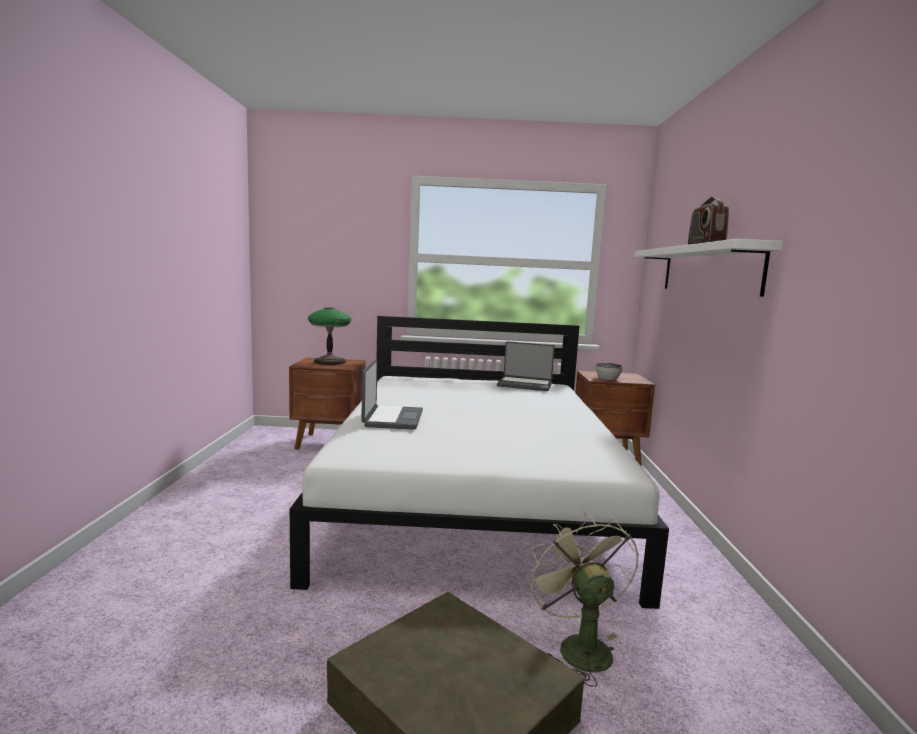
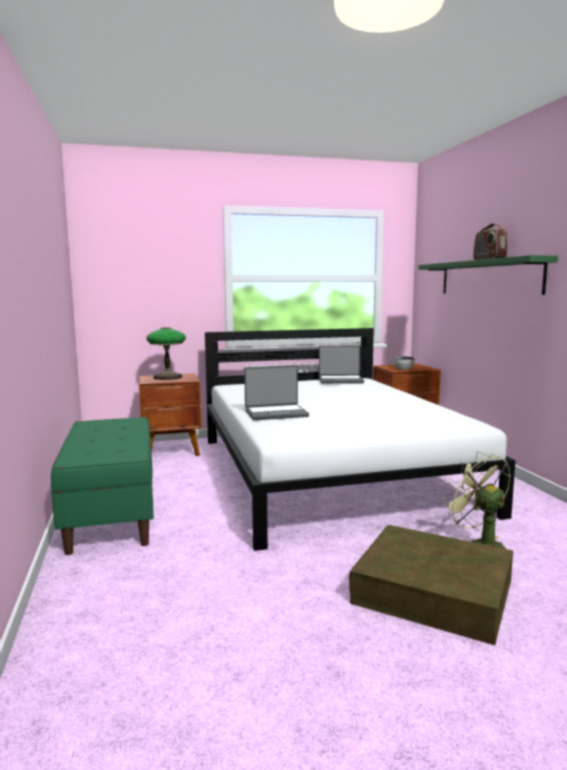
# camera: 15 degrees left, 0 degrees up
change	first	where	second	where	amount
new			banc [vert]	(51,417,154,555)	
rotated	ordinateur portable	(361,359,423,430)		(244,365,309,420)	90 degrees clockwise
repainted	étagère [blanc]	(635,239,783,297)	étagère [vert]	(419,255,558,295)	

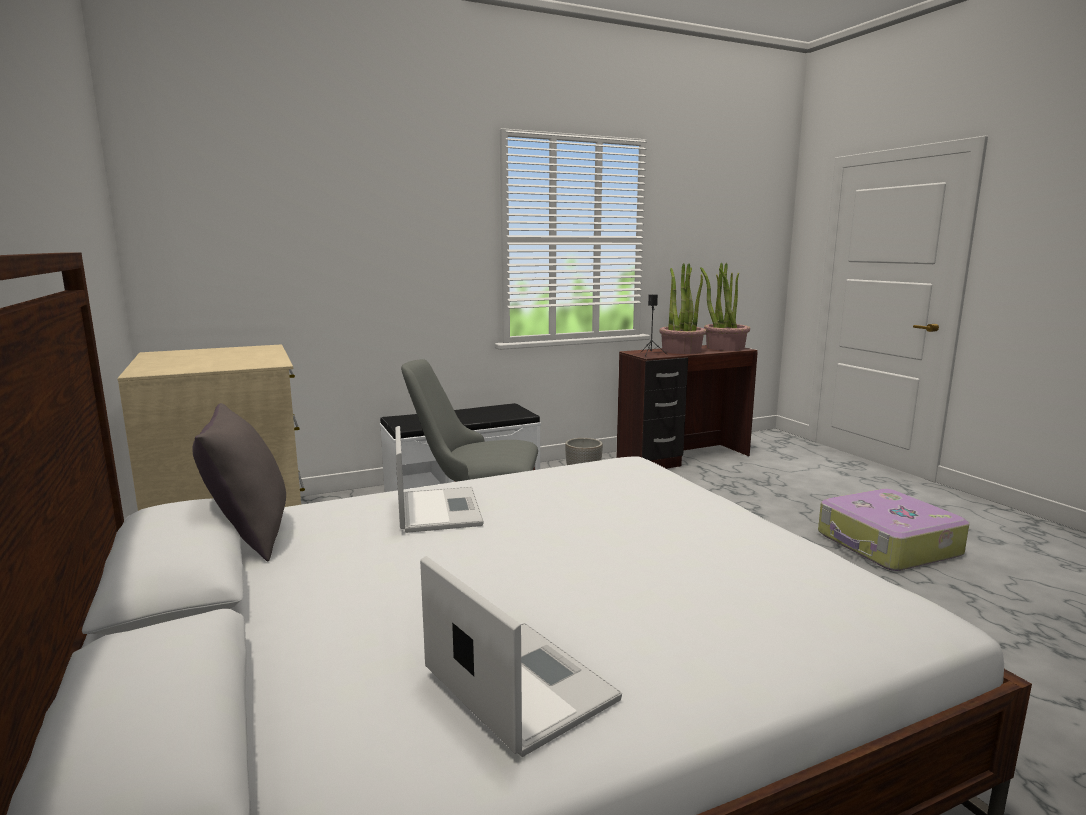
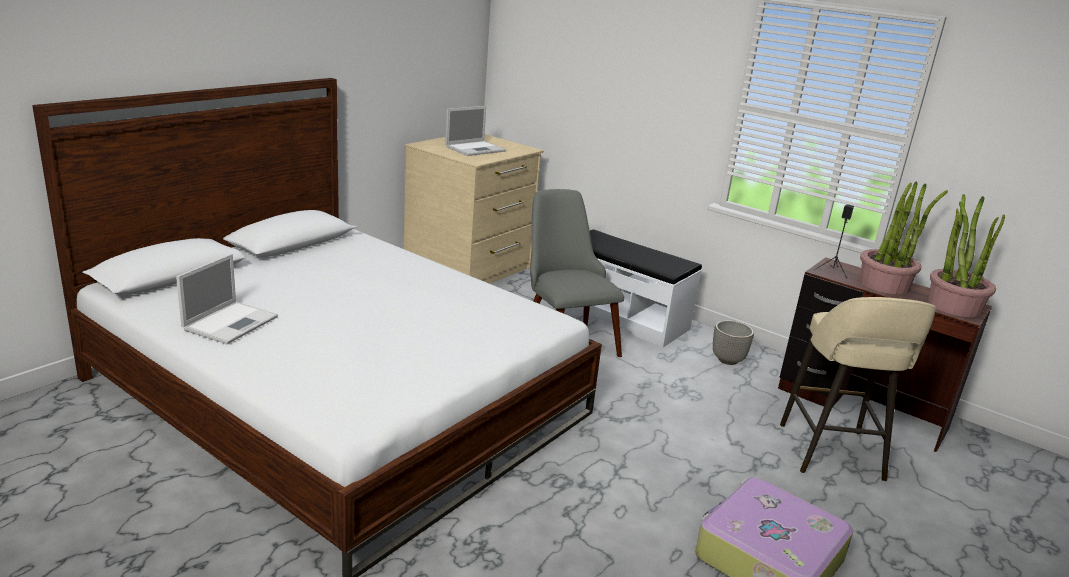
# camera: 60 degrees right, 10 degrees up
change	first	where	second	where	amount
shifted	ordinateur portable	(395,426,484,533)		(445,106,506,156)	
new			tabouret [beige]	(780,297,936,481)	
gone	coussin [gris]	(192,403,286,562)			

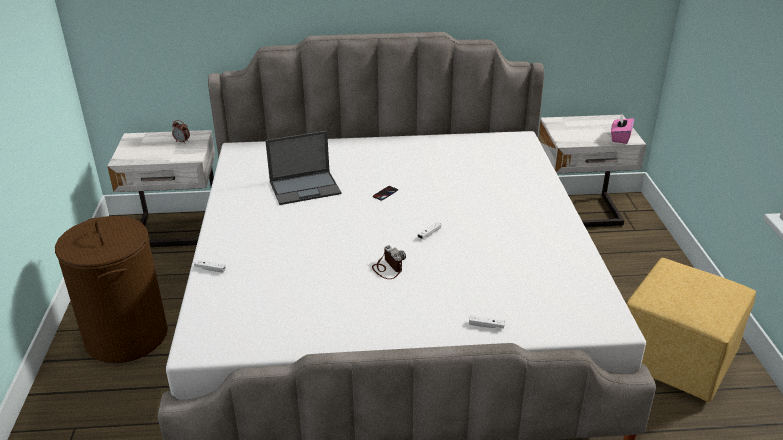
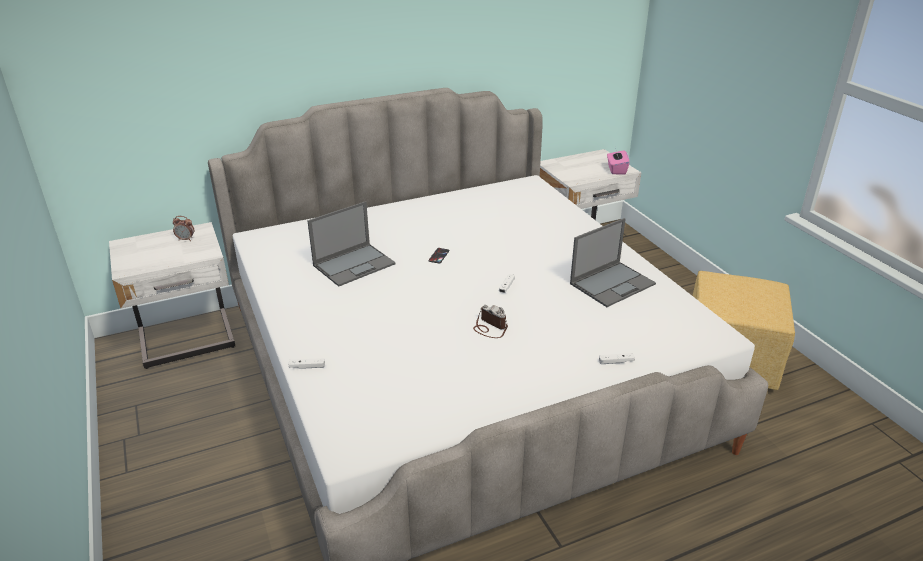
# camera: 20 degrees left, 0 degrees up
change	first	where	second	where	amount
new			ordinateur portable	(570,218,656,307)	
gone	panier à linge [marron]	(55,216,168,363)			

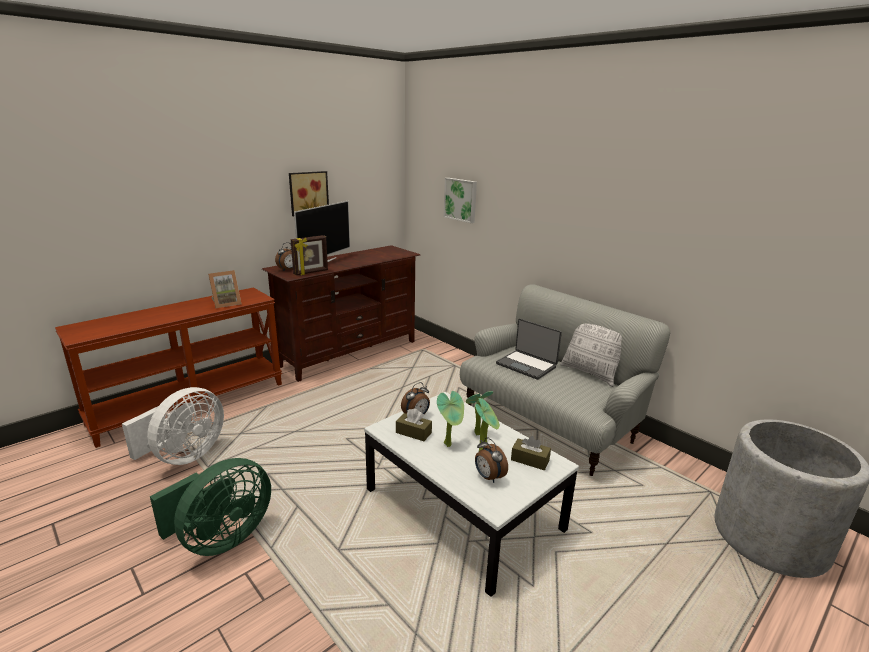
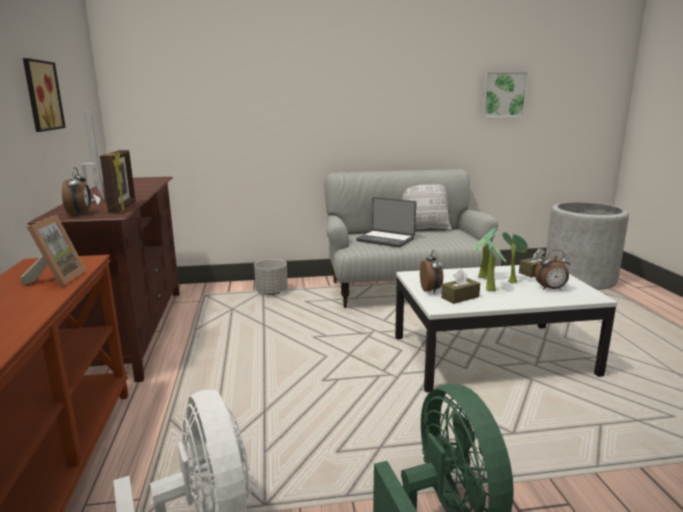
# camera: 55 degrees left, 5 degrees down
change	first	where	second	where	amount
new			cache-pot [gris]	(254,259,288,295)	
rotated	ordinateur portable	(496,319,562,380)		(356,197,416,248)	45 degrees clockwise
shifted	tableau	(444,178,477,223)		(482,72,529,118)	

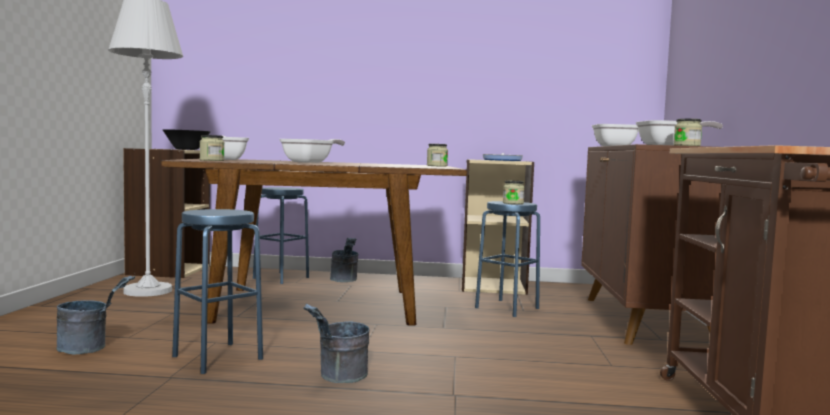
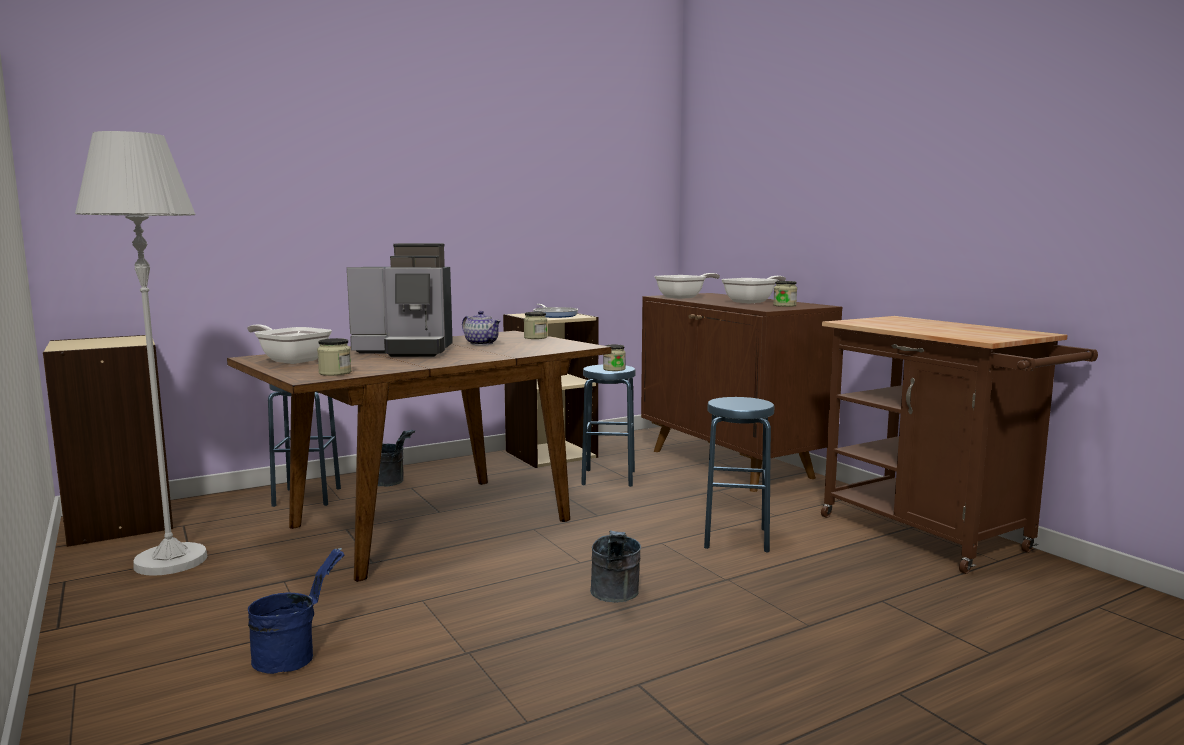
# camera: 35 degrees left, 5 degrees up
change	first	where	second	where	amount
repainted	seau [gris]	(56,276,135,355)	seau [bleu]	(248,548,345,674)	
swapped	poêle	(280,139,345,163)	machine à café	(347,243,453,357)	
new			théière	(462,311,501,345)	
shifted	tabouret [bleu]	(172,209,263,374)		(704,397,774,553)	
gone	bol [noir]	(163,129,211,150)			

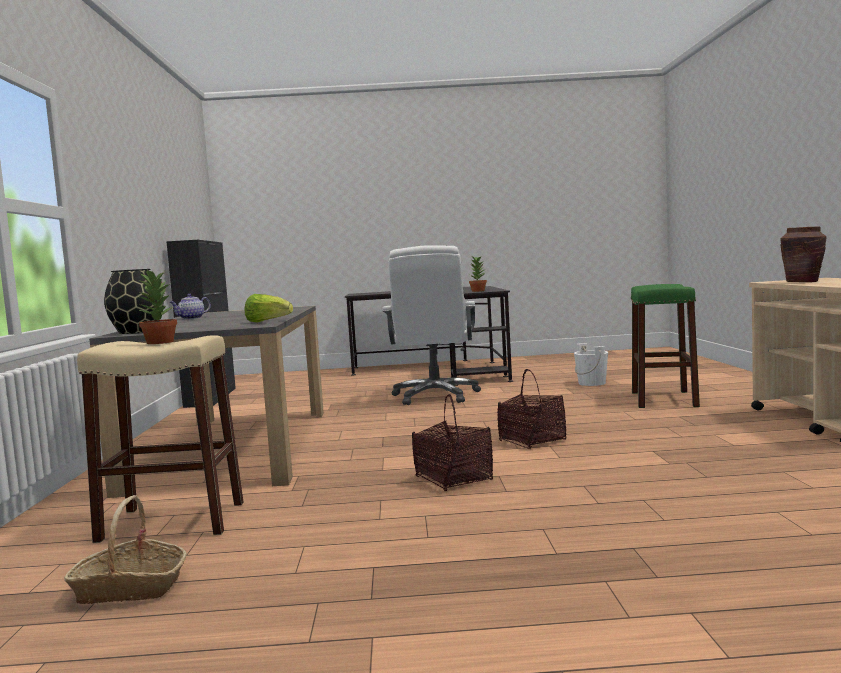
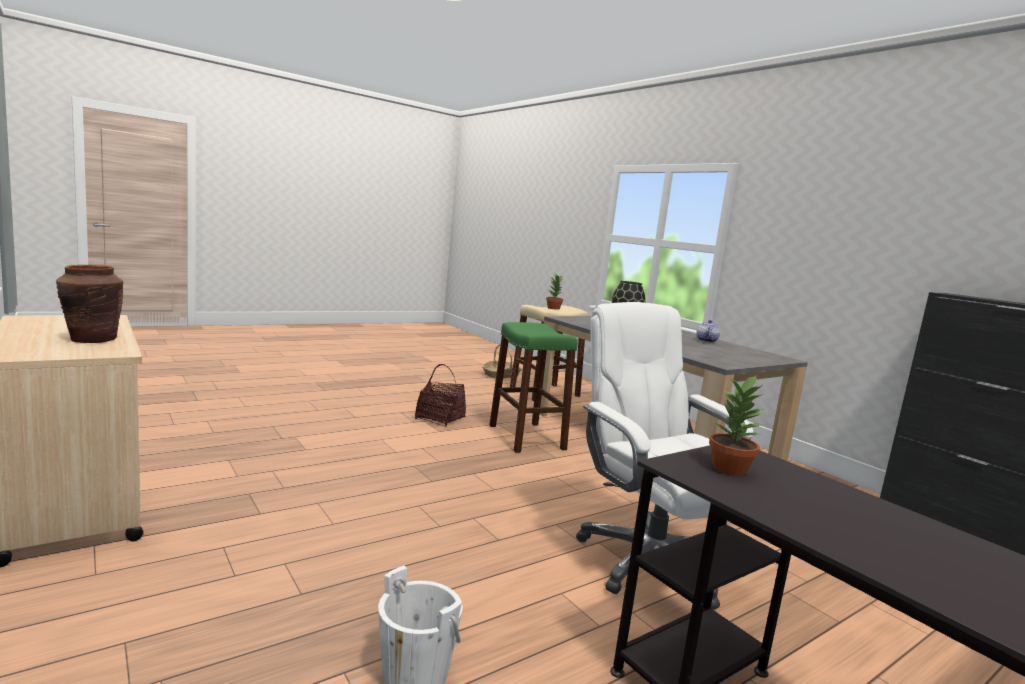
# camera: 145 degrees right, 5 degrees up
change	first	where	second	where	amount
shifted	tabouret [vert]	(631,284,700,408)		(490,322,578,453)	
gone	laitue	(245,294,293,322)			
gone	panier	(497,369,567,449)			

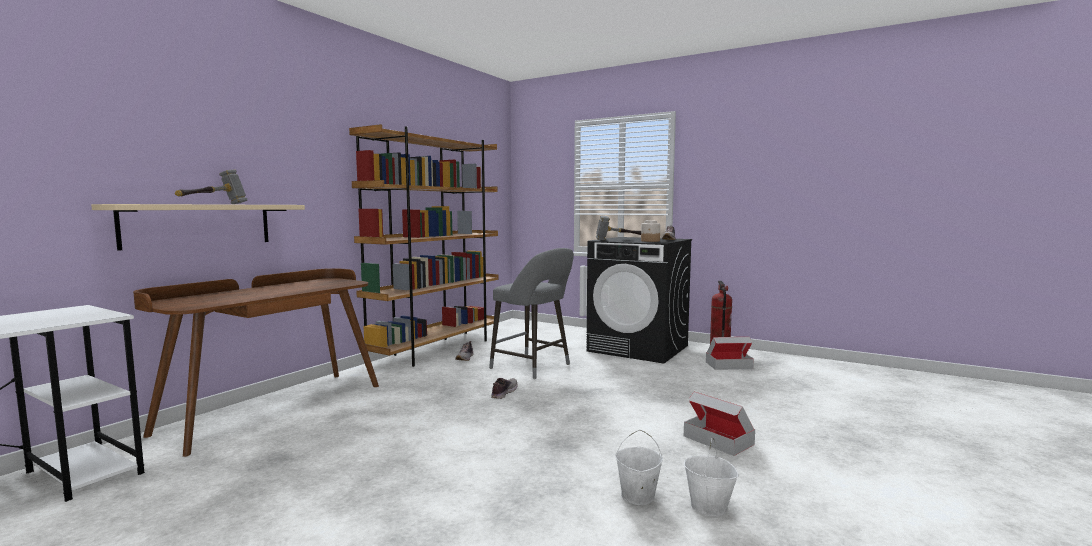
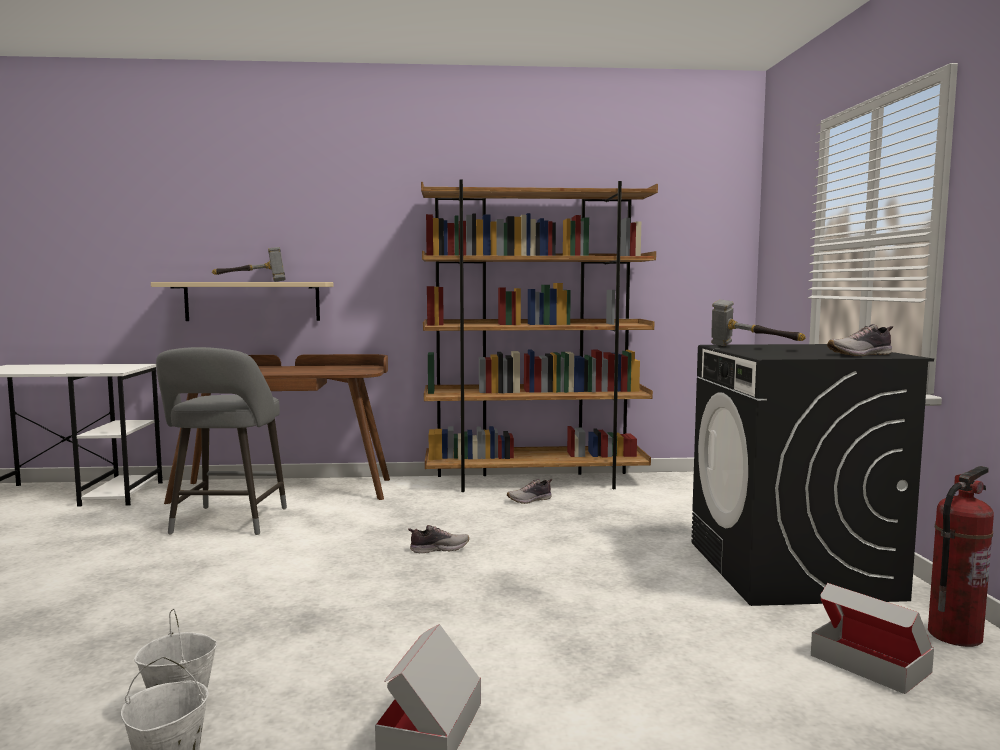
# camera: 55 degrees right, 0 degrees up
change	first	where	second	where	amount
shifted	tabouret [gris]	(489,248,574,379)		(156,347,287,535)	
gone	bocal	(641,221,660,242)			

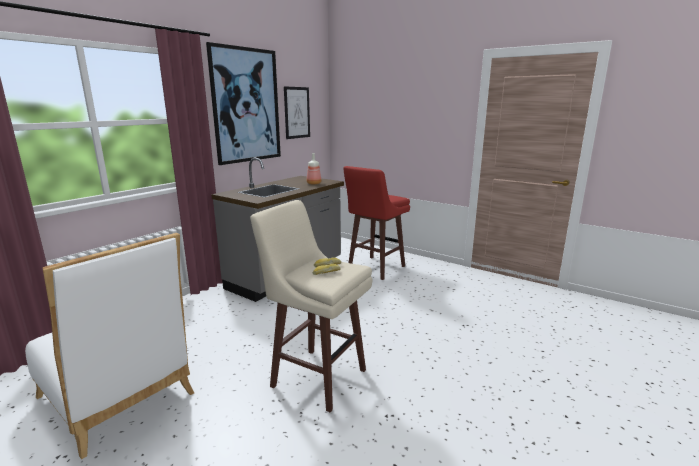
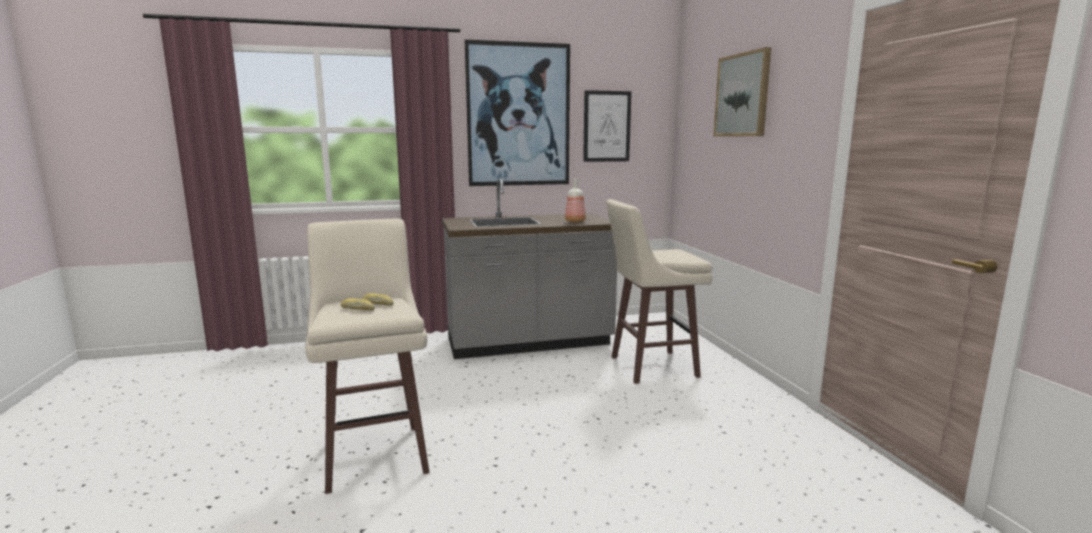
# camera: 40 degrees right, 5 degrees down
change	first	where	second	where	amount
repainted	tabouret [rouge]	(343,166,410,280)	tabouret [beige]	(606,199,712,384)	
new			tableau	(714,47,771,136)	
gone	chaise [blanc]	(25,233,194,459)			

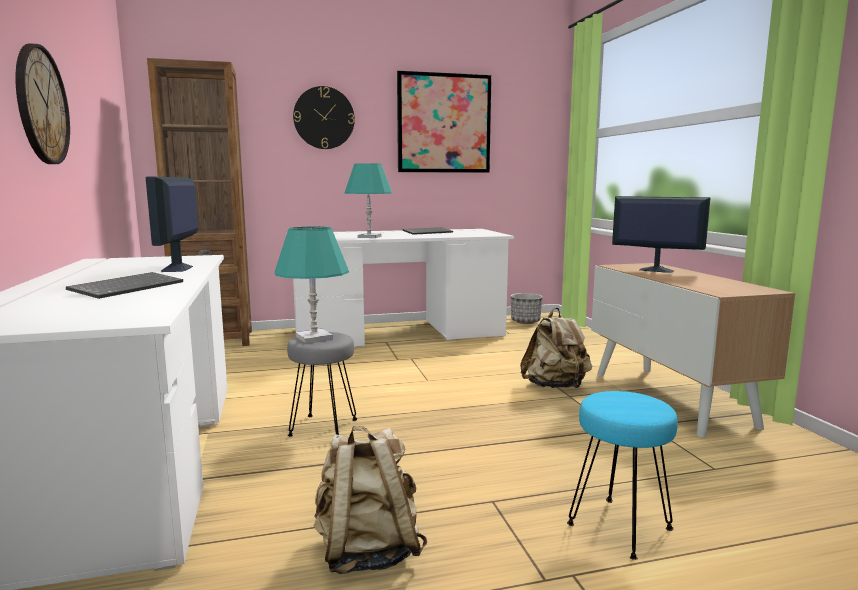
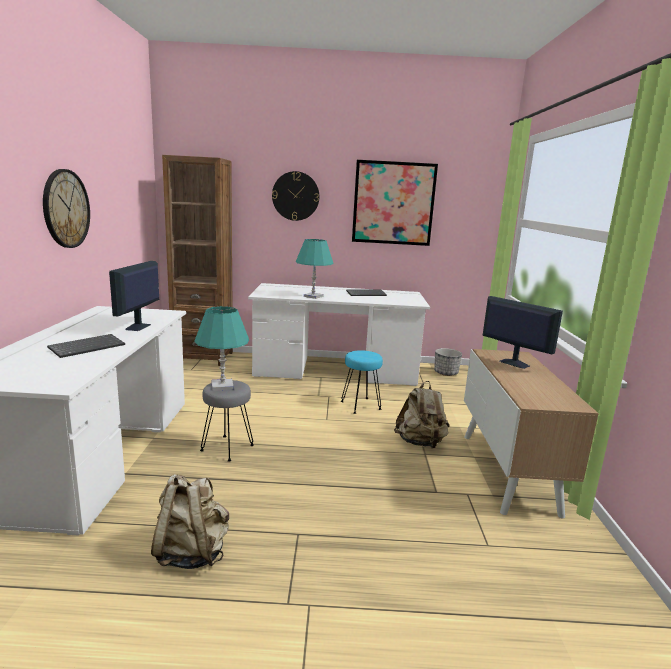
# camera: 15 degrees right, 5 degrees up
change	first	where	second	where	amount
shifted	tabouret [turquoise]	(567,391,678,560)		(341,350,383,414)	

